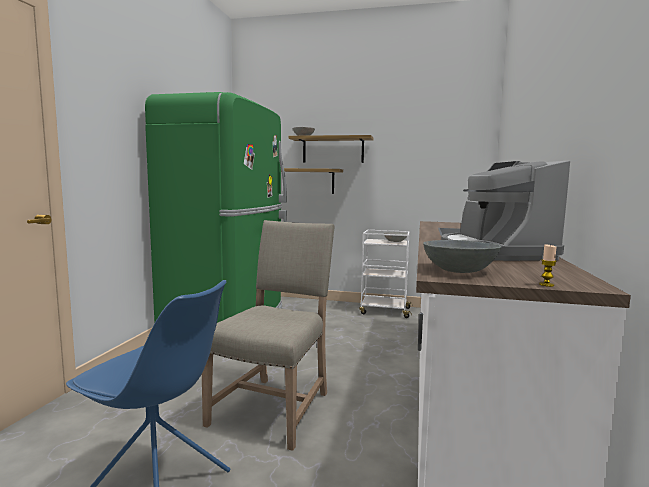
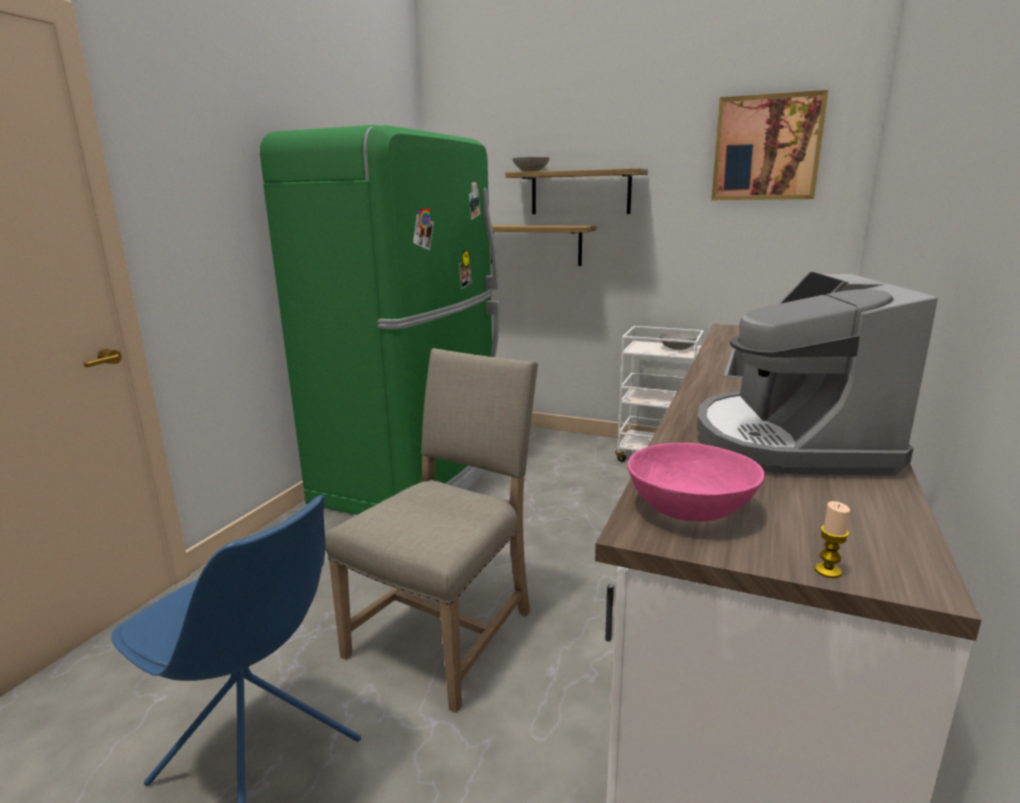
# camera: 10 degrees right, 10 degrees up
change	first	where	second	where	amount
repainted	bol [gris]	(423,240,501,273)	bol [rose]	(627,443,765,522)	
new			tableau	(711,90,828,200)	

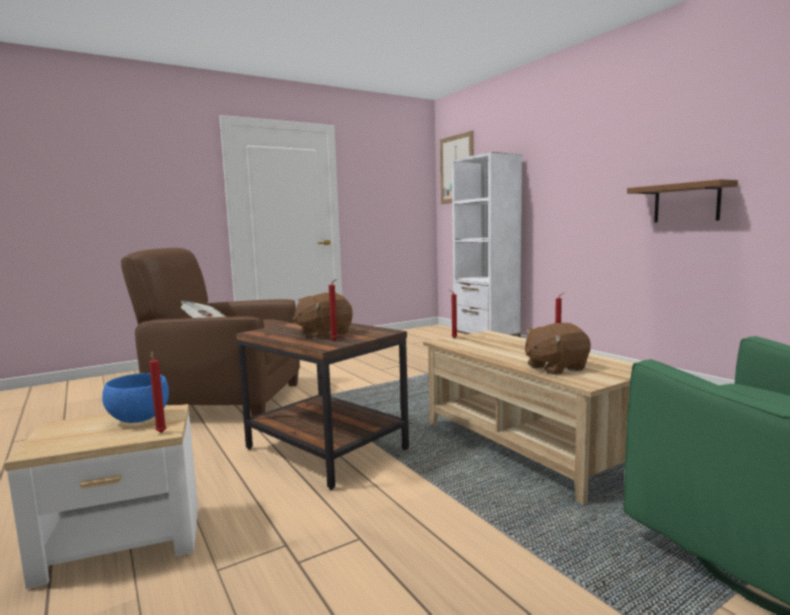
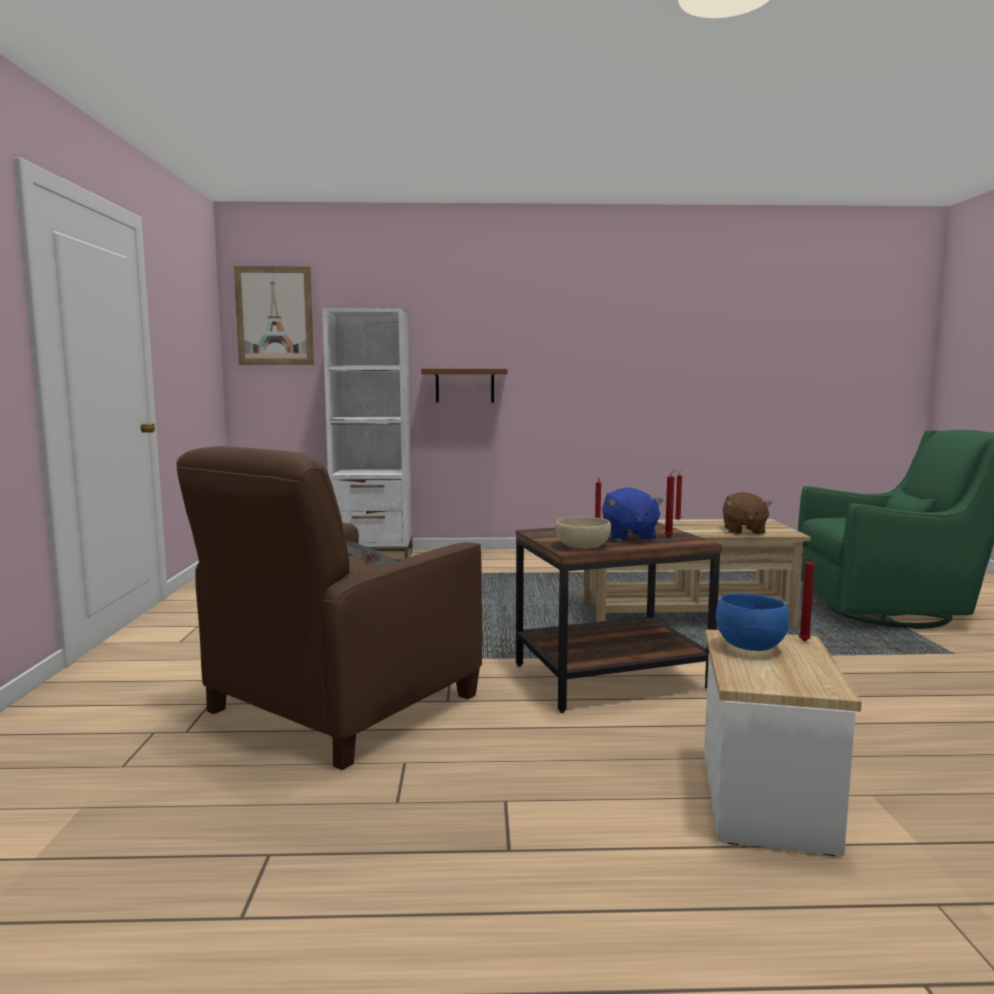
# camera: 60 degrees left, 0 degrees up
change	first	where	second	where	amount
shifted	étagère [marron]	(627,179,738,222)		(421,369,508,402)	
new			bol [beige]	(555,517,611,549)	
repainted	peluche [marron]	(293,293,353,339)	peluche [bleu]	(602,487,663,541)	

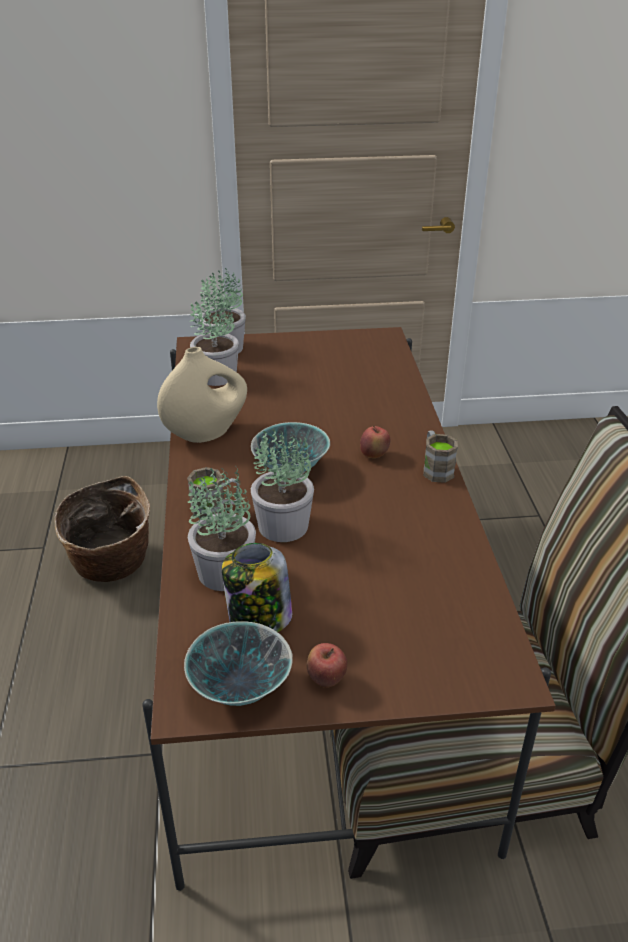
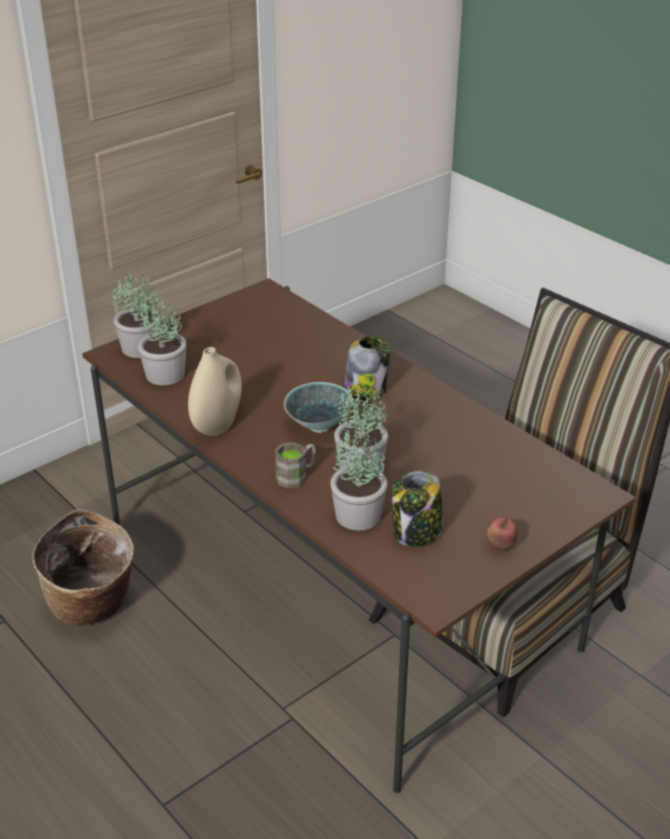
# camera: 35 degrees left, 0 degrees up
change	first	where	second	where	amount
swapped	pomme	(360,426,390,458)	bocal	(344,336,390,401)	
gone	bol	(184,621,293,706)			
gone	mug [marron]	(423,430,458,483)			

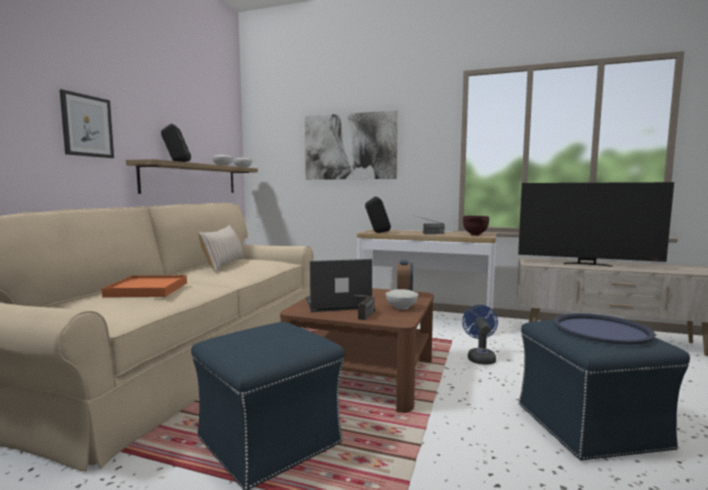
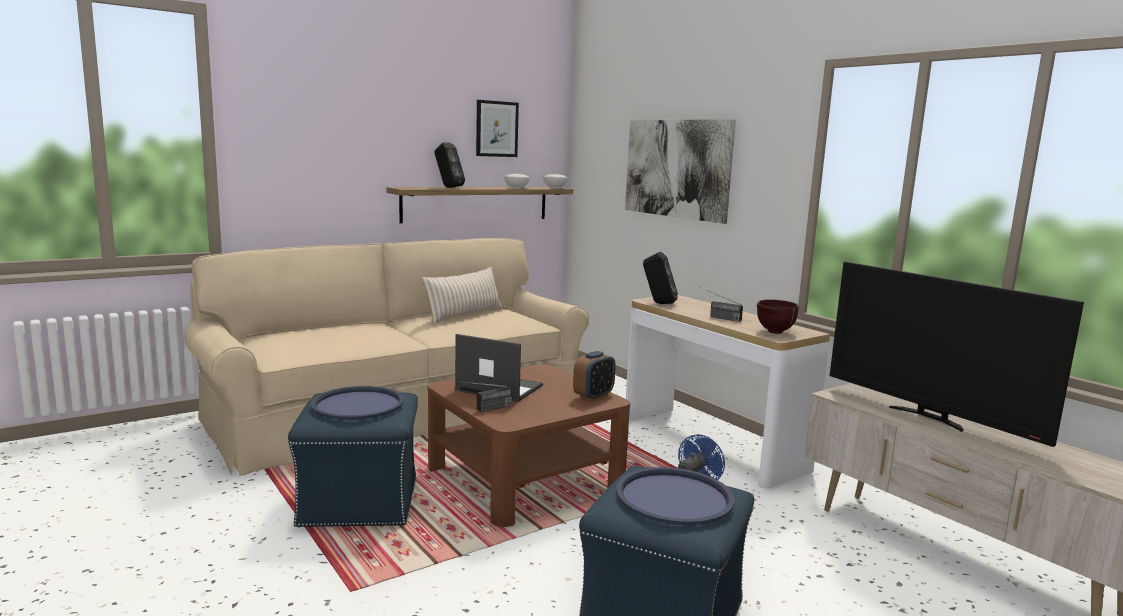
# camera: 35 degrees right, 5 degrees up
change	first	where	second	where	amount
new			plateau [bleu]	(311,386,404,420)	
shifted	tableau	(60,89,114,158)		(476,100,519,157)	
gone	plateau [orange]	(102,275,187,298)			
gone	bol [blanc]	(386,289,418,310)			

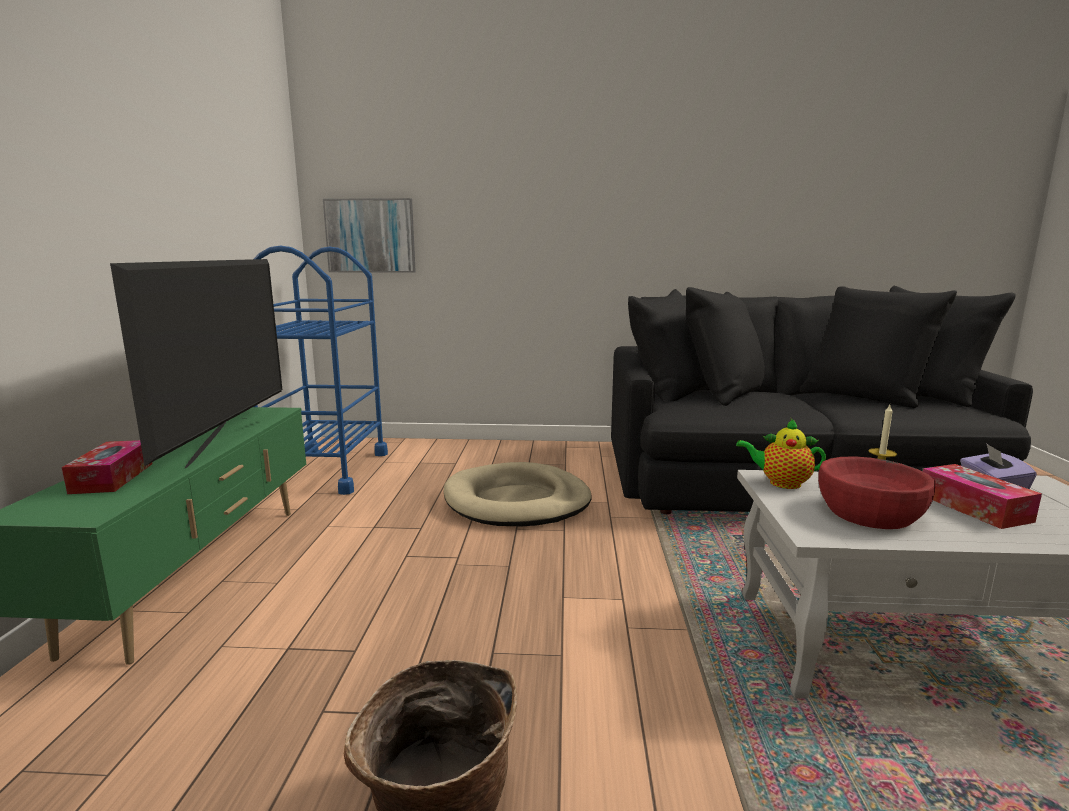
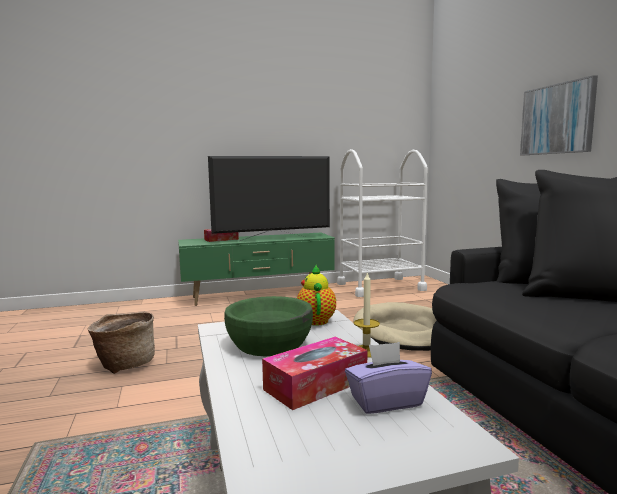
# camera: 70 degrees right, 5 degrees down
change	first	where	second	where	amount
repainted	bol [rouge]	(818,456,935,529)	bol [vert]	(224,296,313,356)	
repainted	chariot [bleu]	(254,245,388,495)	chariot [blanc]	(337,149,428,297)	
shifted	tableau	(323,198,416,273)		(520,75,598,155)	

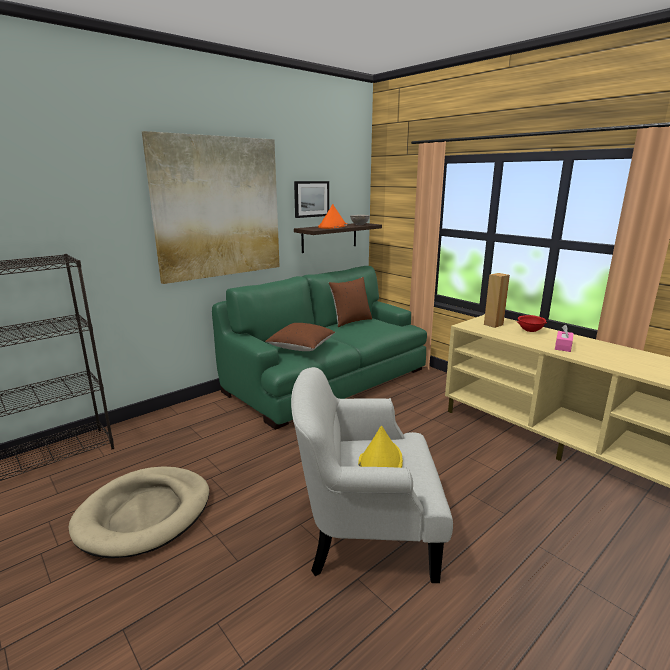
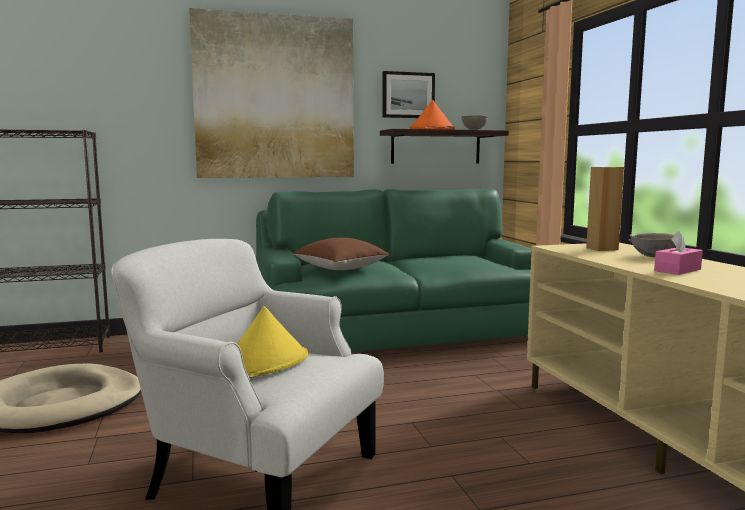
# camera: 25 degrees right, 10 degrees down
change	first	where	second	where	amount
repainted	bol [rouge]	(517,315,547,332)	bol [gris]	(628,233,675,257)	
gone	coussin [marron]	(329,277,372,327)			

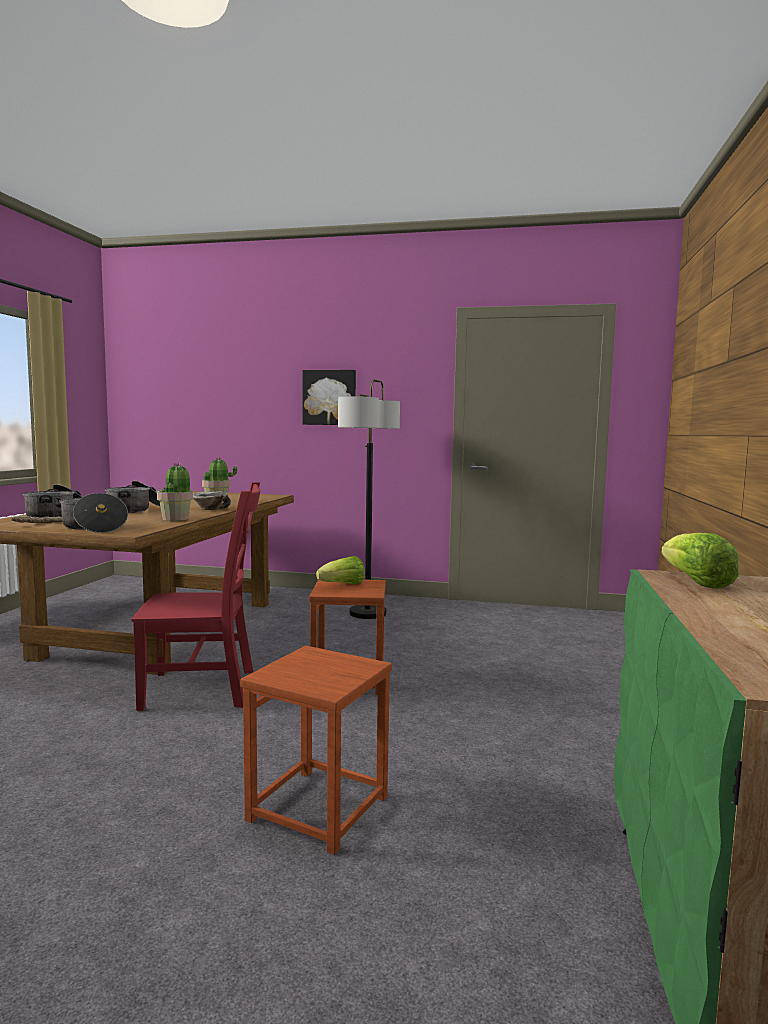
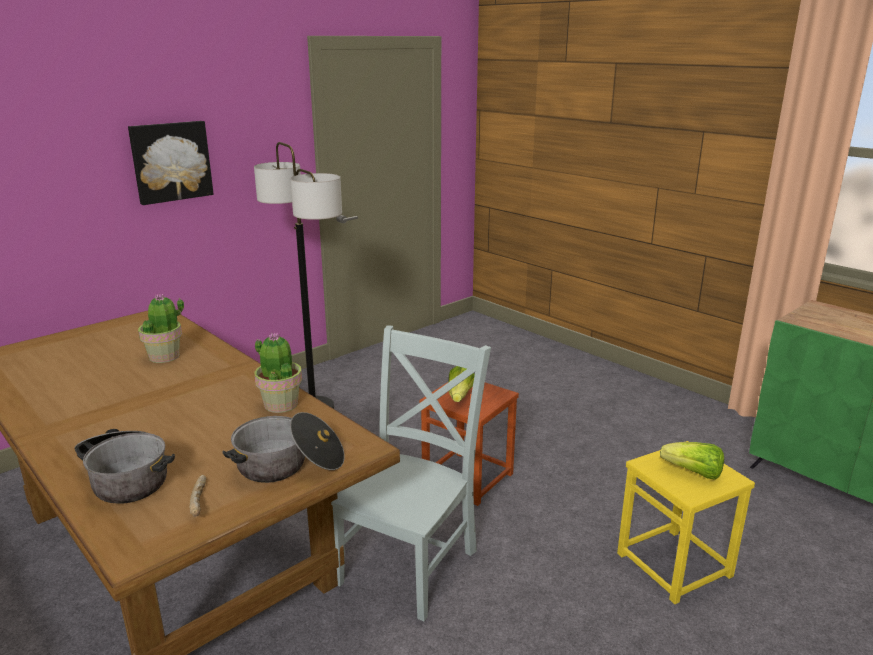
# camera: 55 degrees left, 15 degrees up
change	first	where	second	where	amount
repainted	chaise [rouge]	(131,482,261,711)	chaise [gris]	(331,325,491,621)	
repainted	tabouret [marron]	(240,645,392,855)	tabouret [jaune]	(617,441,755,604)	
shifted	laitue	(661,533,739,589)		(660,442,724,480)	
gone	marmite	(105,481,160,513)			
gone	bol	(193,492,231,510)			

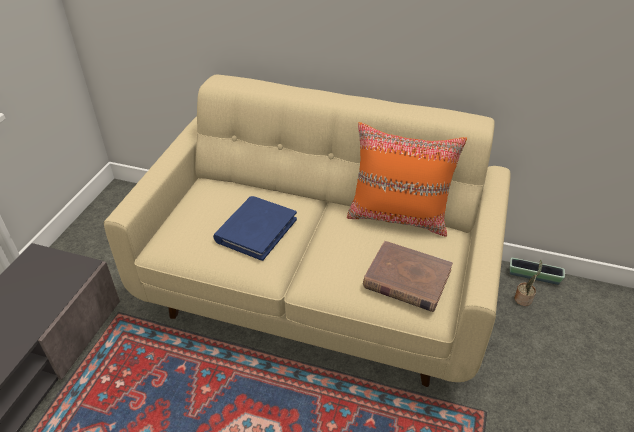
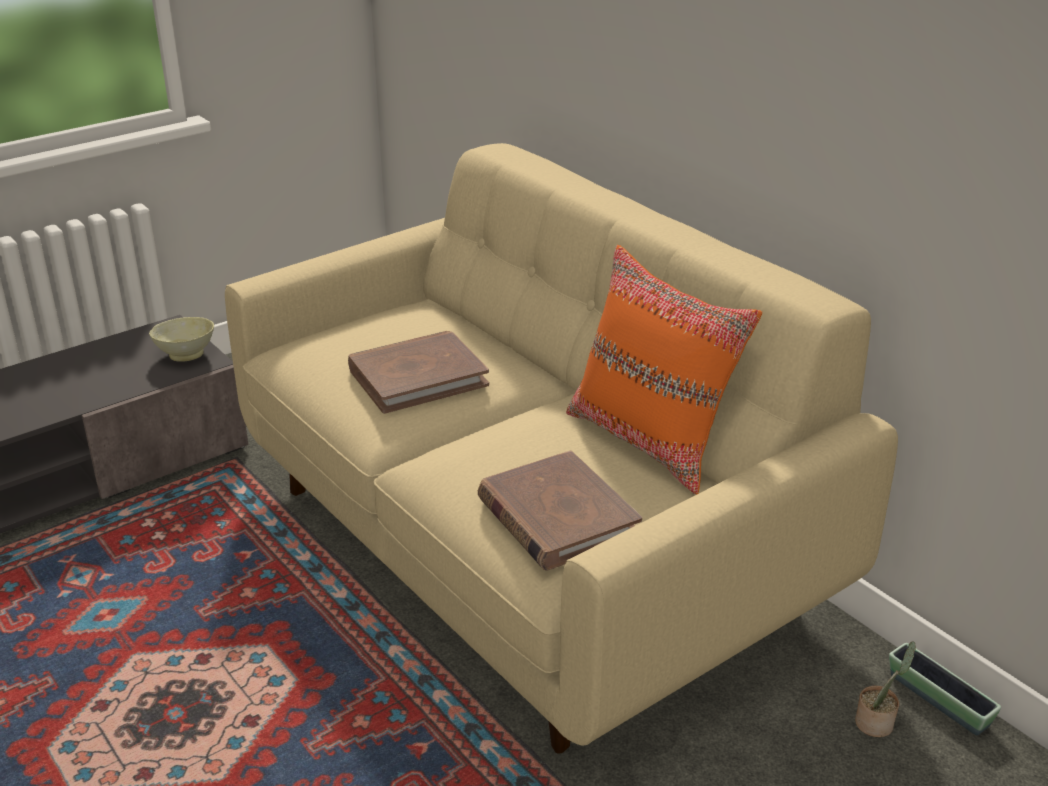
# camera: 35 degrees right, 10 degrees down
change	first	where	second	where	amount
new			bol [beige]	(149,317,214,362)	
repainted	livre [bleu]	(213,196,297,261)	livre [marron]	(348,331,489,414)	

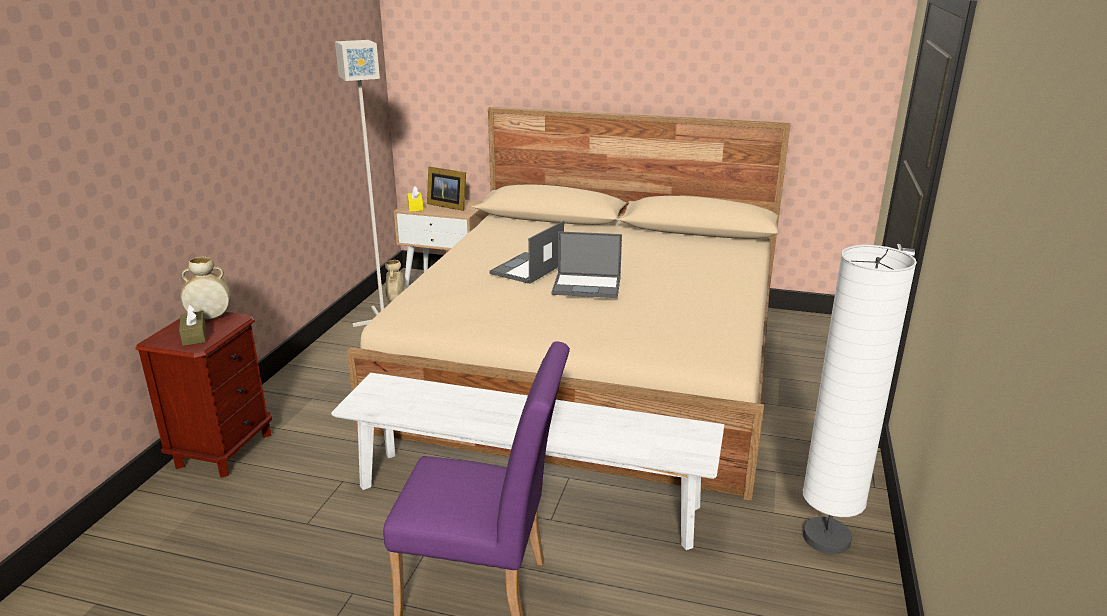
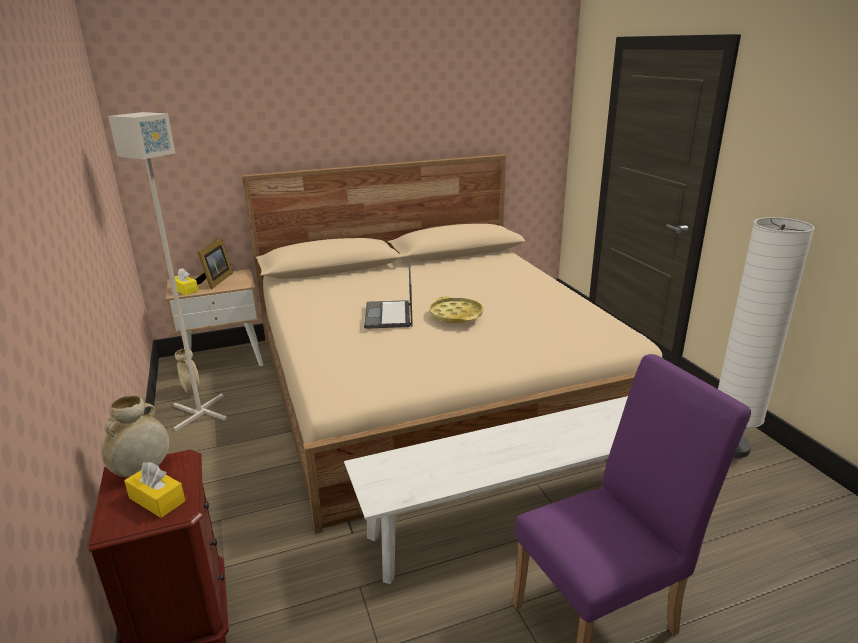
# camera: 35 degrees left, 0 degrees up
change	first	where	second	where	amount
repainted	boîte à mouchoirs [marron]	(179,305,206,346)	boîte à mouchoirs [jaune]	(124,462,185,518)	
rotated	cadre photo	(427,167,466,211)		(195,238,233,289)	75 degrees counterclockwise
swapped	ordinateur portable	(552,231,622,298)	plateau [jaune]	(429,296,483,324)	

